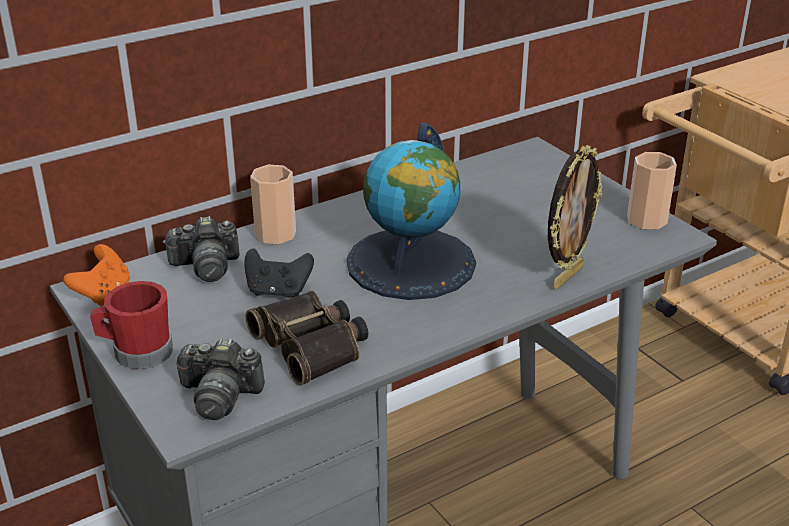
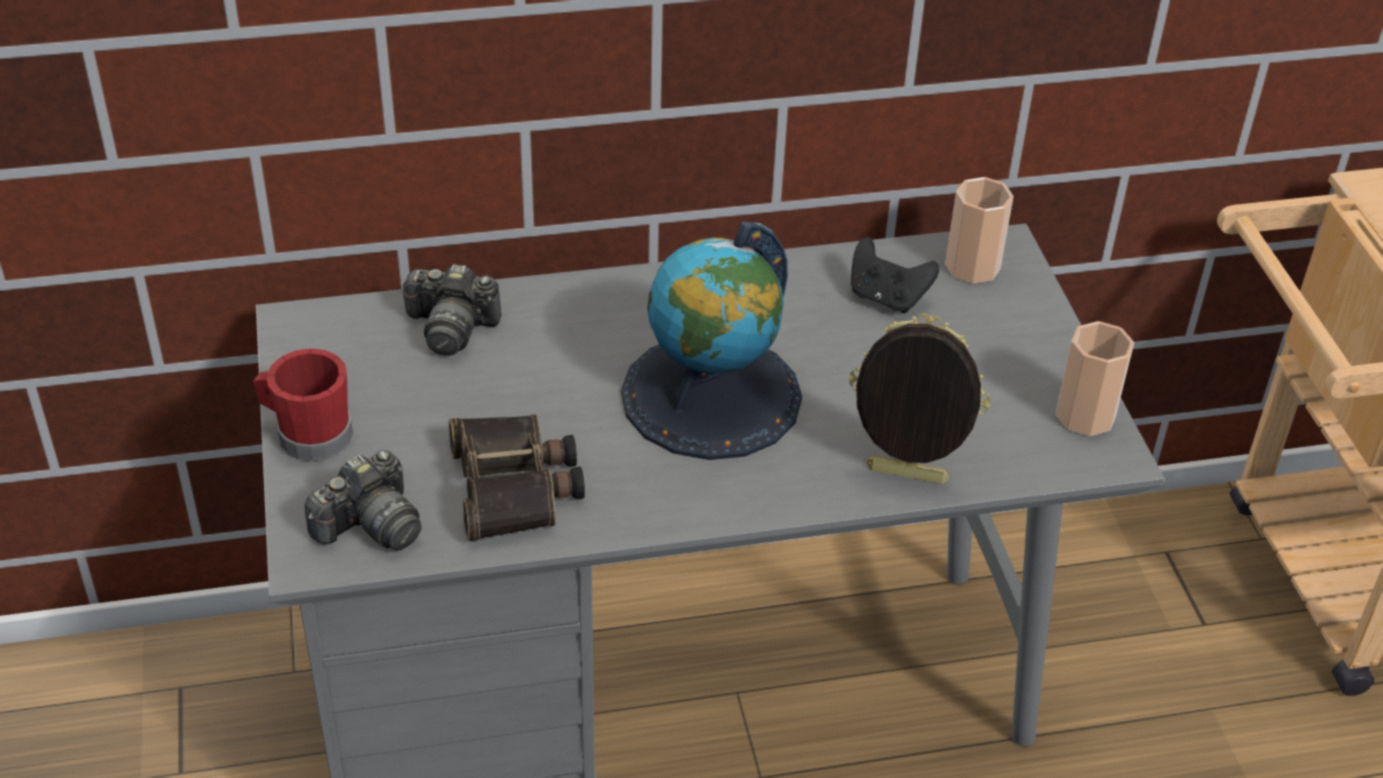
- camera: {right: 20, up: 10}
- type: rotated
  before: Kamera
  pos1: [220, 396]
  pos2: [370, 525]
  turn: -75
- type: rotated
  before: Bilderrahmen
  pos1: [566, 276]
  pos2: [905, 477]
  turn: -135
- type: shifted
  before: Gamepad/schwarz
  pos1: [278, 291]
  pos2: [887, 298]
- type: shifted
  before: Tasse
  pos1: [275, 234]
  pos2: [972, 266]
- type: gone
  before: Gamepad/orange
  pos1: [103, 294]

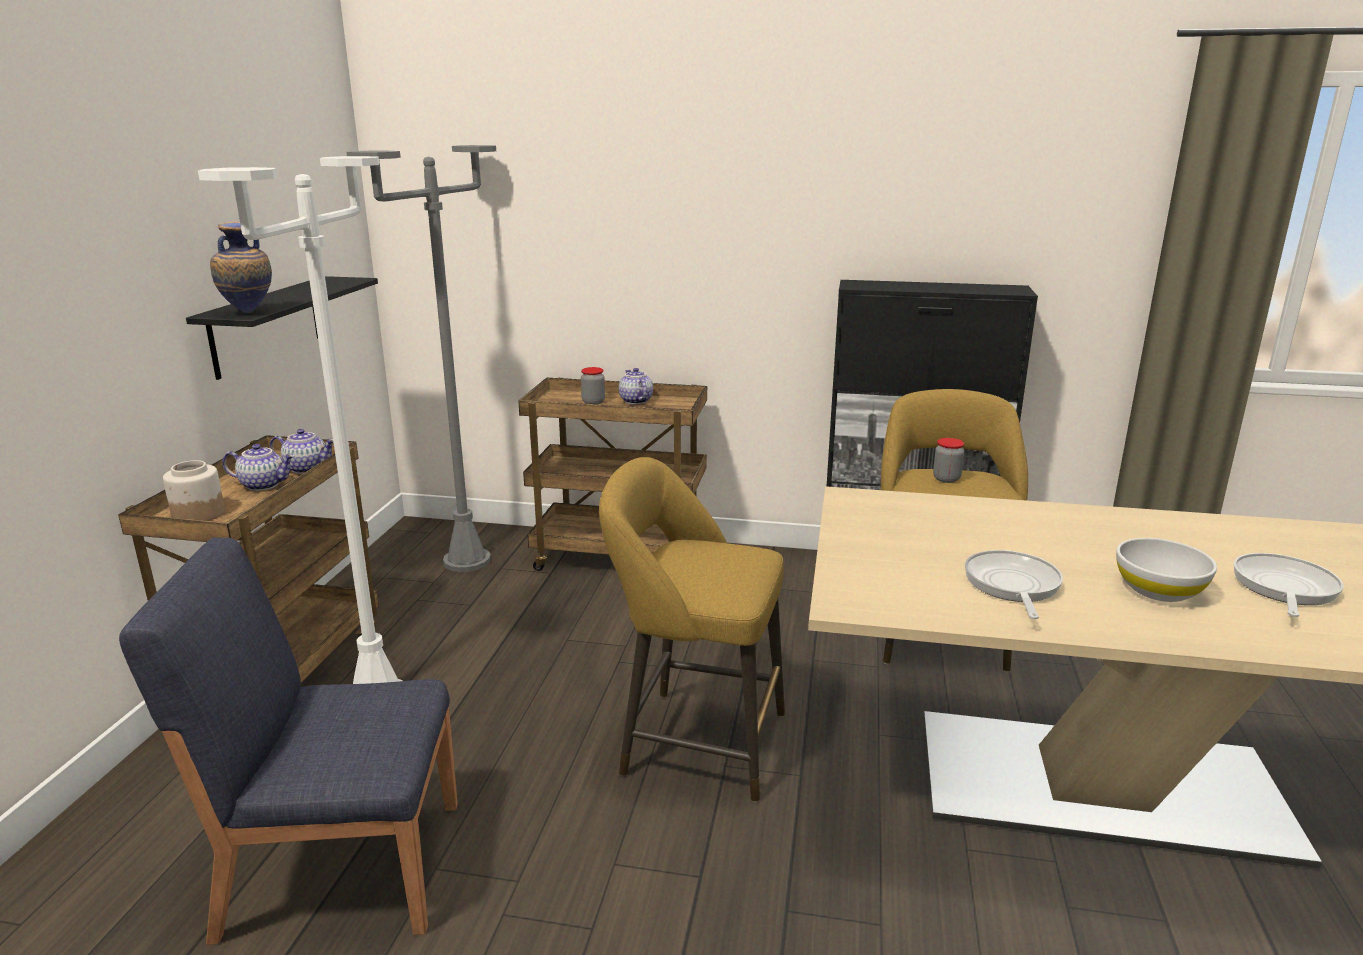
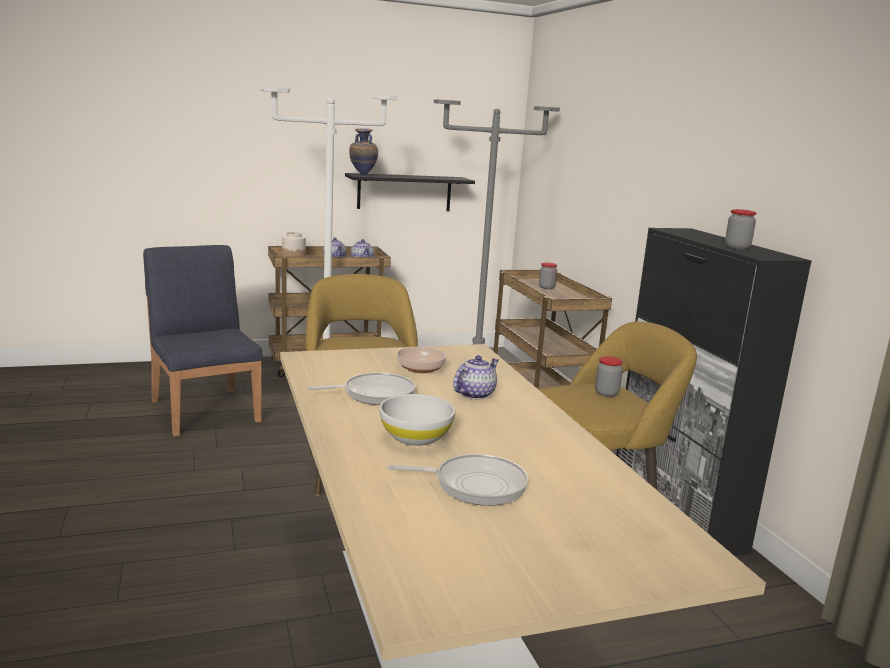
- camera: {right: 60, up: -5}
- type: new
  after: Schüssel
  pos2: [420, 368]
- type: shifted
  before: Teekanne
  pos1: [635, 401]
  pos2: [474, 394]
- type: new
  after: Vorratsglas
  pos2: [737, 247]

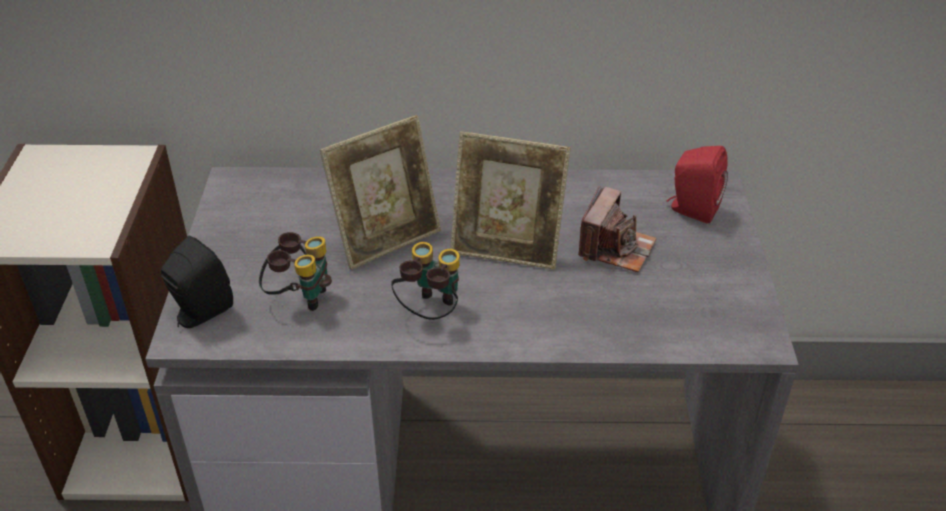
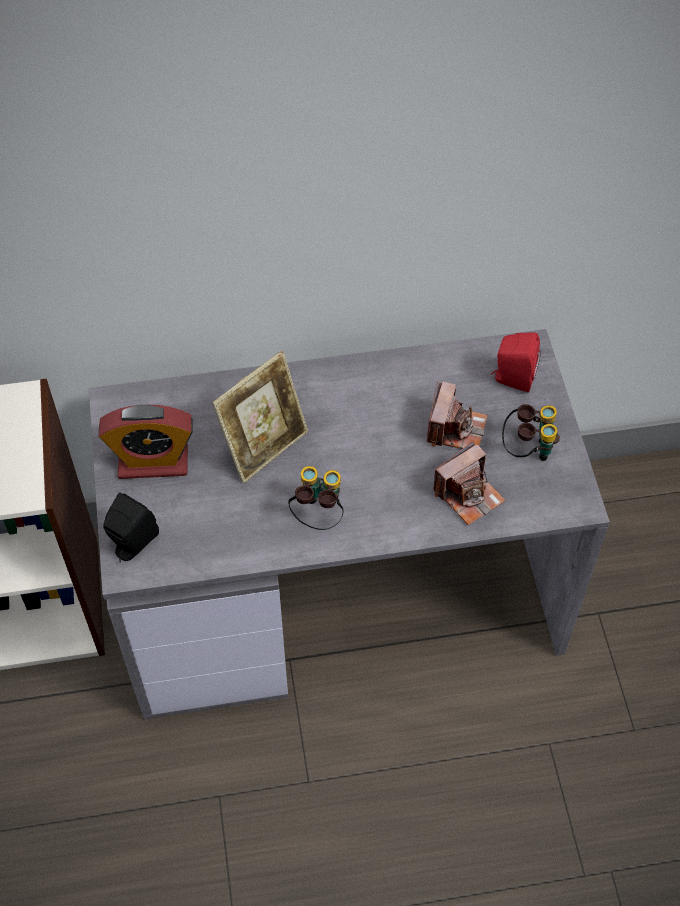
- camera: {right: -10, up: 15}
- type: new
  after: Wecker
  pos2: [153, 462]
- type: new
  after: Kamera
  pos2: [468, 494]
- type: shifted
  before: Fernglas
  pos1: [299, 296]
  pos2: [527, 449]
- type: gone
  before: Bilderrahmen
  pos1: [507, 249]

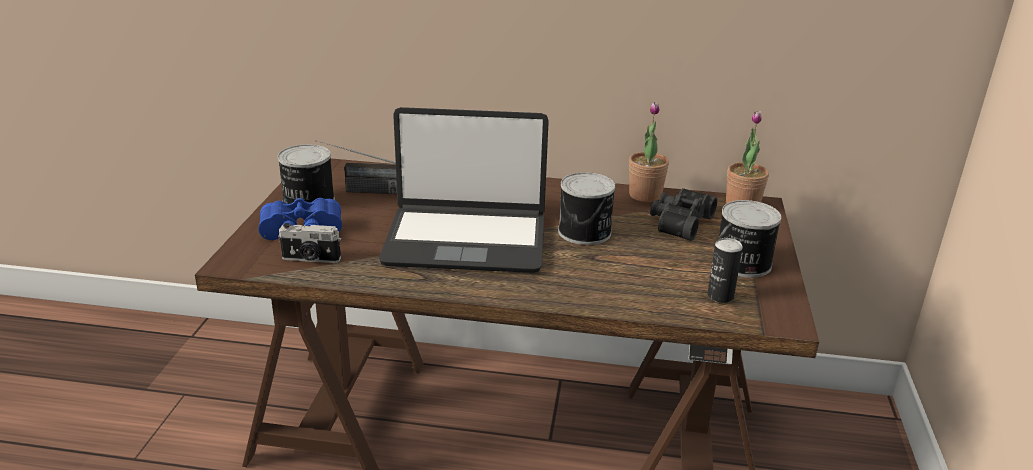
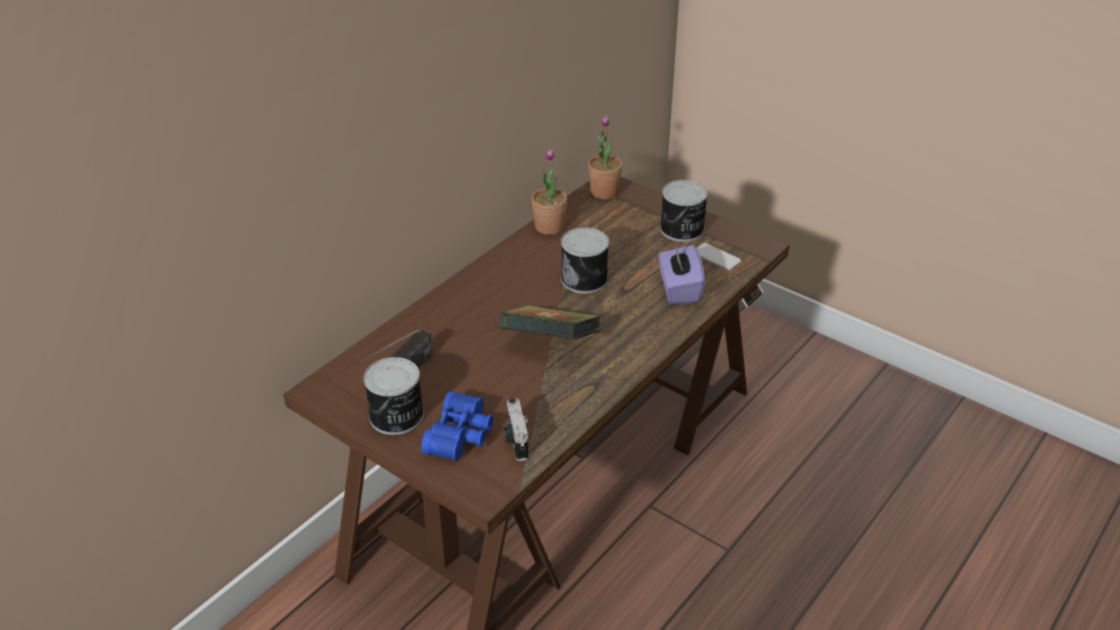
- camera: {right: -60, up: 10}
- type: swapped
  before: Laptop
  after: Buch
  pos1: [466, 240]
  pos2: [550, 344]
- type: rotated
  before: Kamera
  pos1: [311, 259]
  pos2: [516, 441]
  turn: 135
- type: new
  after: Taschentuchbox/lila
  pos2: [679, 289]
- type: swapped
  before: Dose
  after: Handy
  pos1: [720, 296]
  pos2: [716, 257]
- type: gone
  before: Fernglas/schwarz
  pos1: [679, 222]

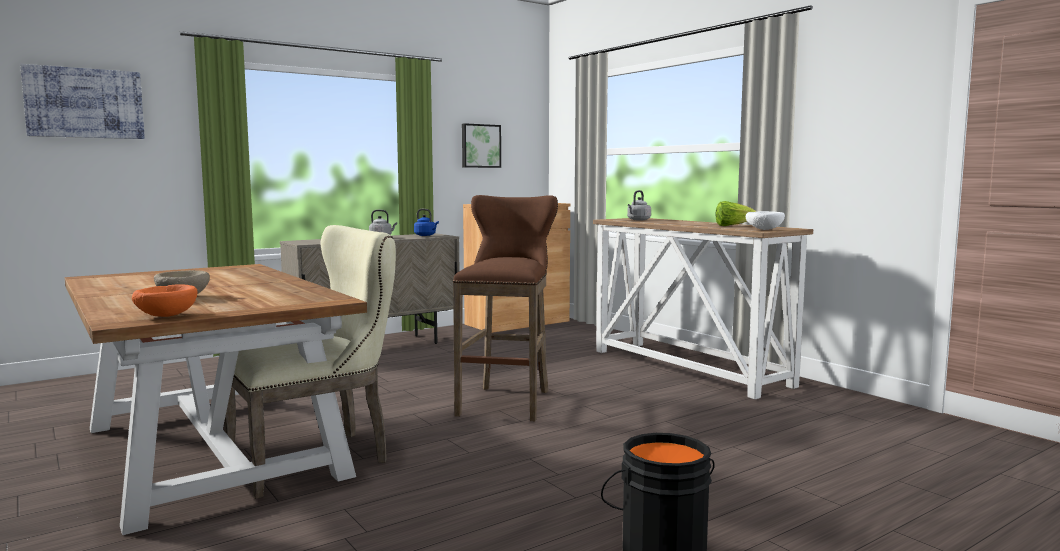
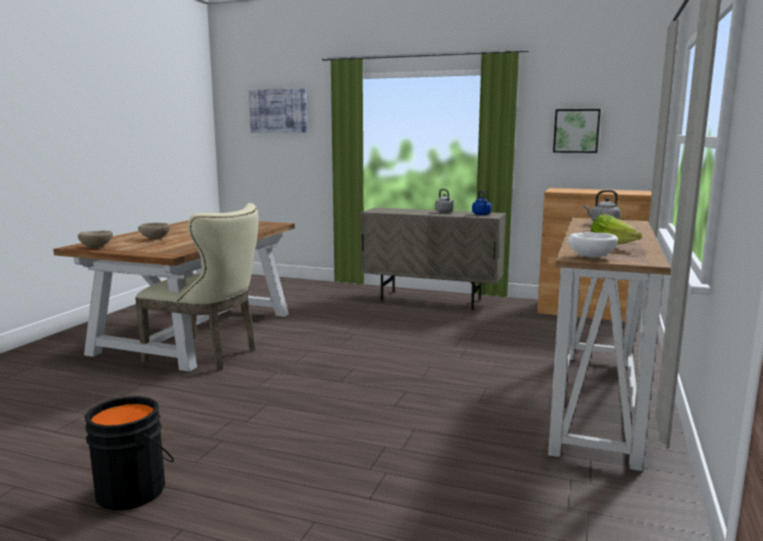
- camera: {right: 55, up: 5}
- type: repainted
  before: Schüssel/orange
  after: Schüssel/beige
  pos1: [166, 316]
  pos2: [97, 247]
- type: gone
  before: Hocker/braun
  pos1: [506, 401]

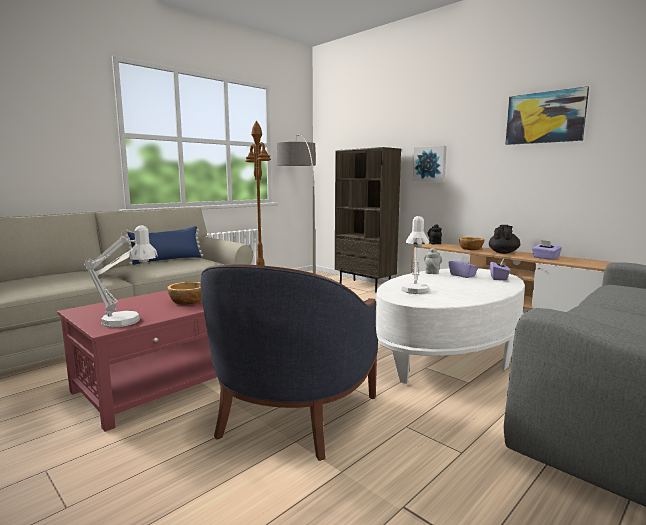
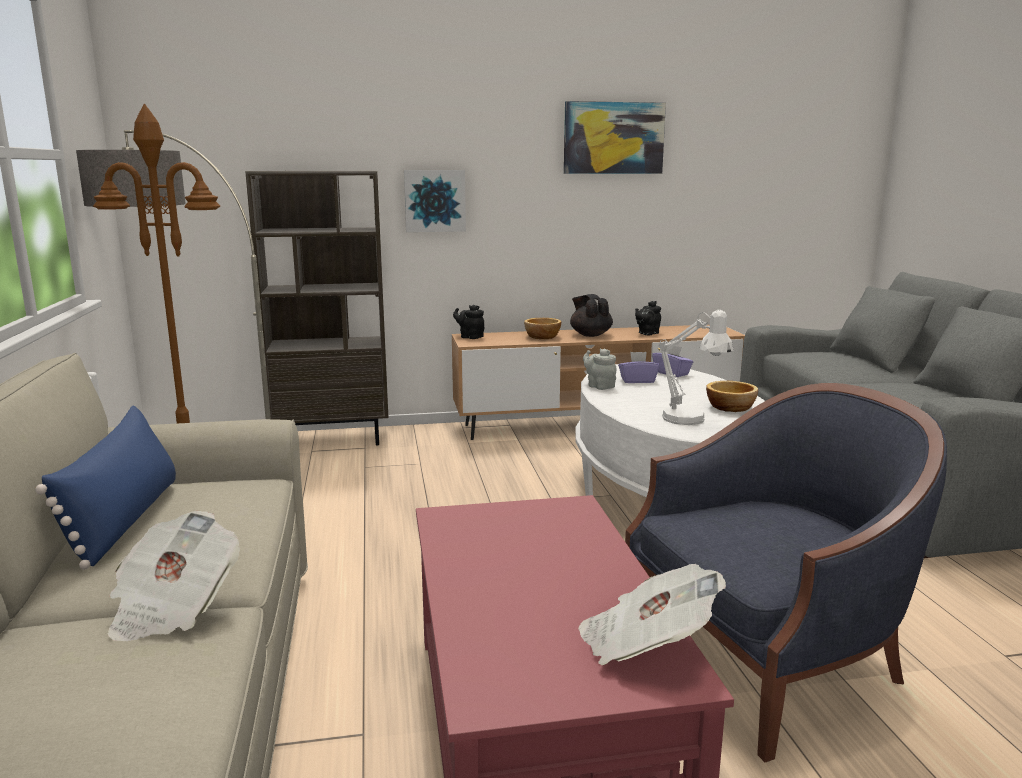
- camera: {right: -55, up: 5}
- type: swapped
  before: Tischlampe/weiß
  after: Zeitung
  pos1: [129, 321]
  pos2: [645, 644]
- type: rotated
  before: Sessel/blau
  pos1: [291, 414]
  pos2: [765, 658]
  turn: -75
- type: swapped
  before: Taschentuchbox/lila
  after: Teekanne/schwarz
  pos1: [545, 258]
  pos2: [647, 333]
- type: shifted
  before: Schüssel
  pos1: [188, 301]
  pos2: [731, 407]

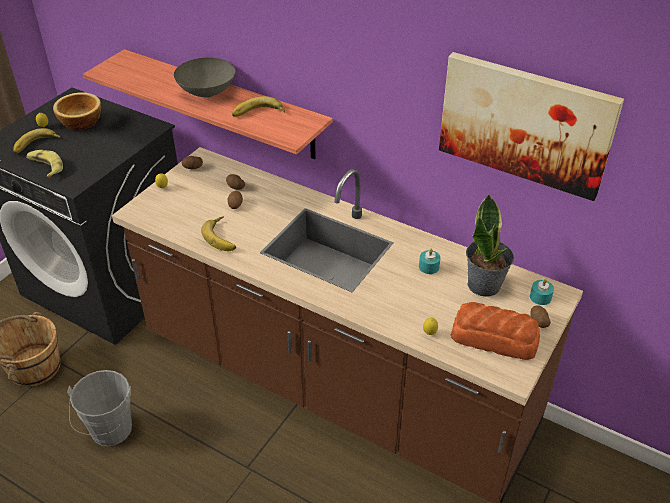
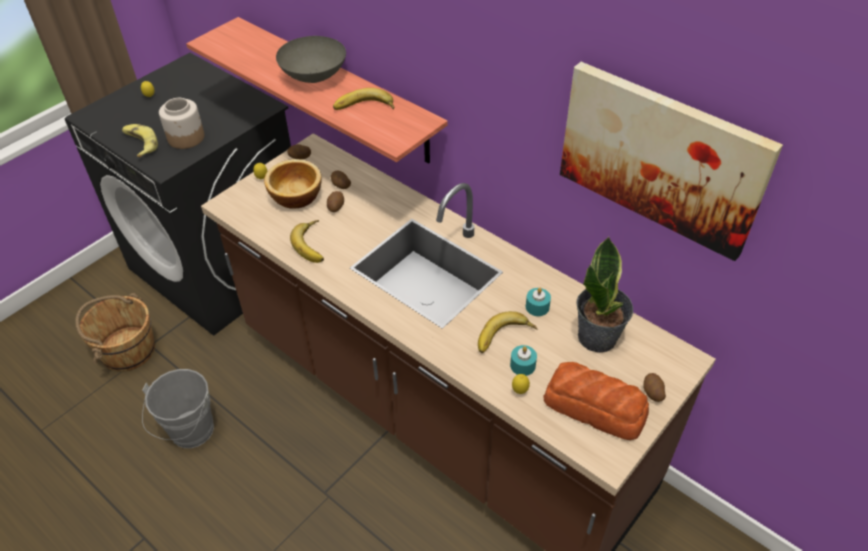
- camera: {right: 10, up: 5}
- type: new
  after: Vorratsglas
  pos2: [186, 137]
- type: shifted
  before: Schüssel
  pos1: [80, 121]
  pos2: [295, 195]
- type: shifted
  before: Banane
  pos1: [37, 145]
  pos2: [505, 338]
- type: shifted
  before: Kerze/türkis
  pos1: [540, 297]
  pos2: [522, 365]

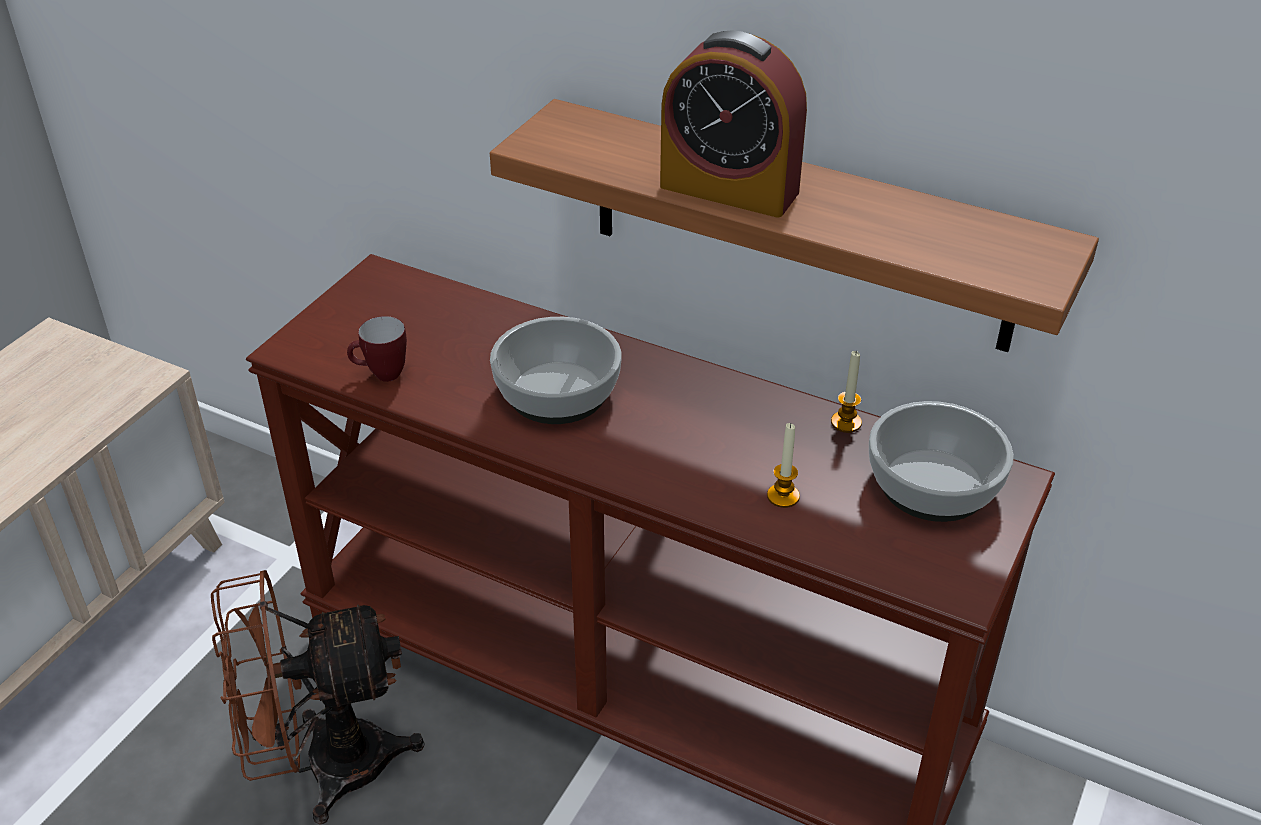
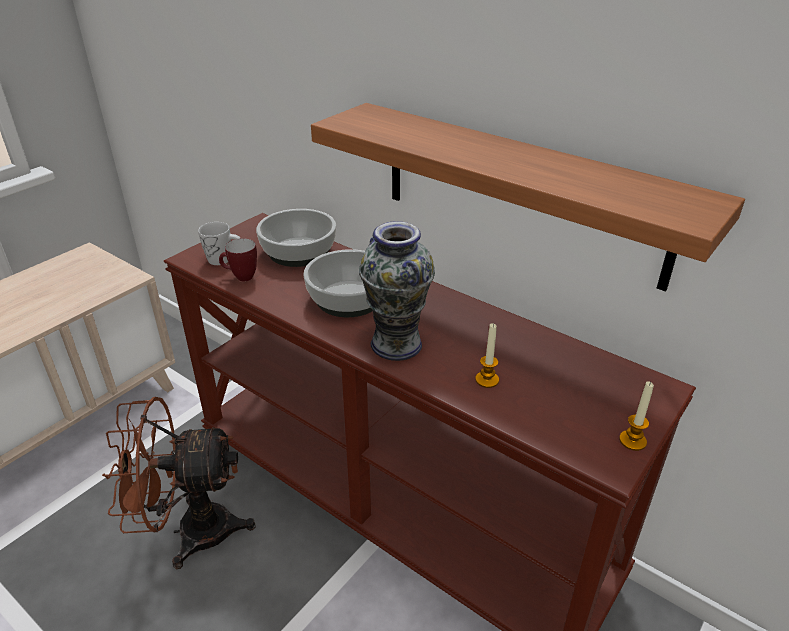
- camera: {right: 10, up: -5}
- type: new
  after: Henkelbecher/weiß
  pos2: [224, 260]
- type: shifted
  before: Schüssel
  pos1: [933, 486]
  pos2: [298, 252]
- type: new
  after: Vase
  pos2: [395, 344]
- type: shifted
  before: Kerze
  pos1: [846, 422]
  pos2: [632, 441]
- type: gone
  before: Wecker
  pos1: [729, 189]

